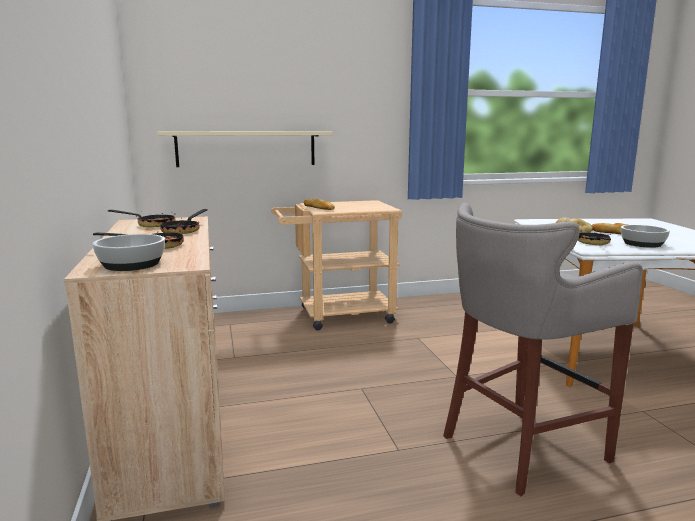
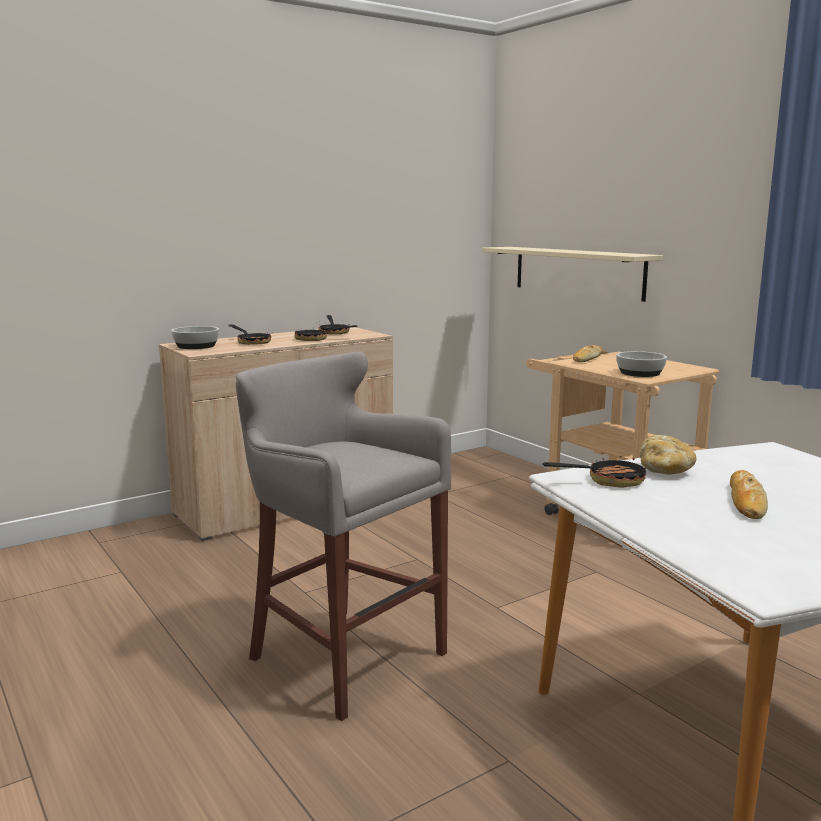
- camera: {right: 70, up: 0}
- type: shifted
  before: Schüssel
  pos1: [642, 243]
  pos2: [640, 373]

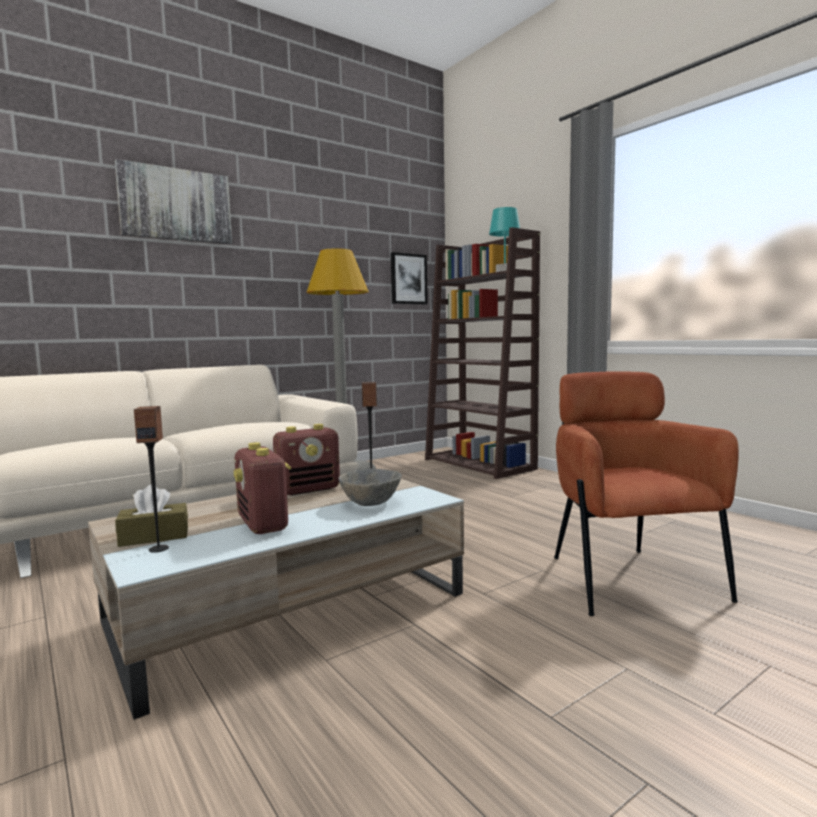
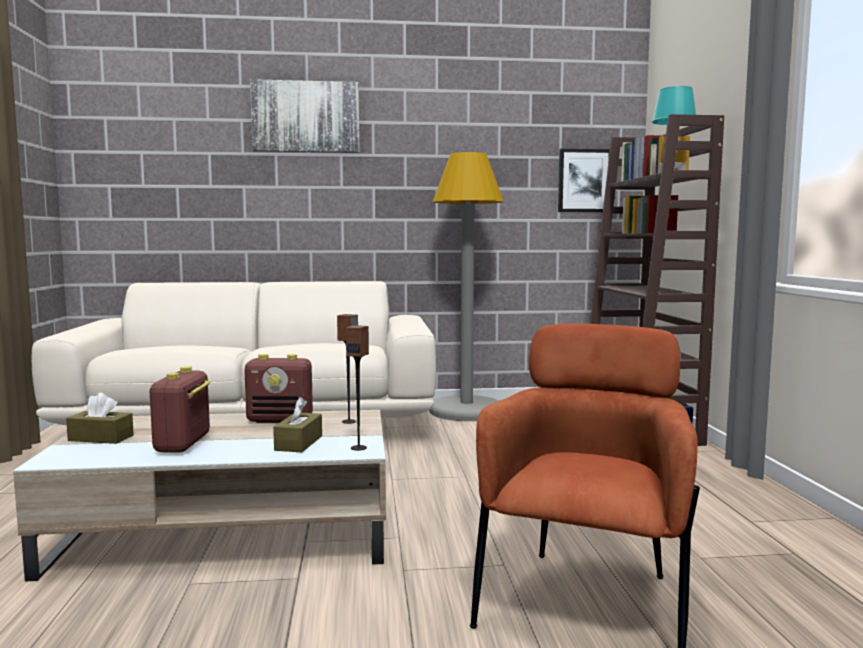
- camera: {right: 30, up: 0}
- type: swapped
  before: Schüssel/grau
  after: Taschentuchbox/braun
  pos1: [370, 503]
  pos2: [298, 443]
- type: shifted
  before: Lautsprecher
  pos1: [159, 548]
  pos2: [359, 448]

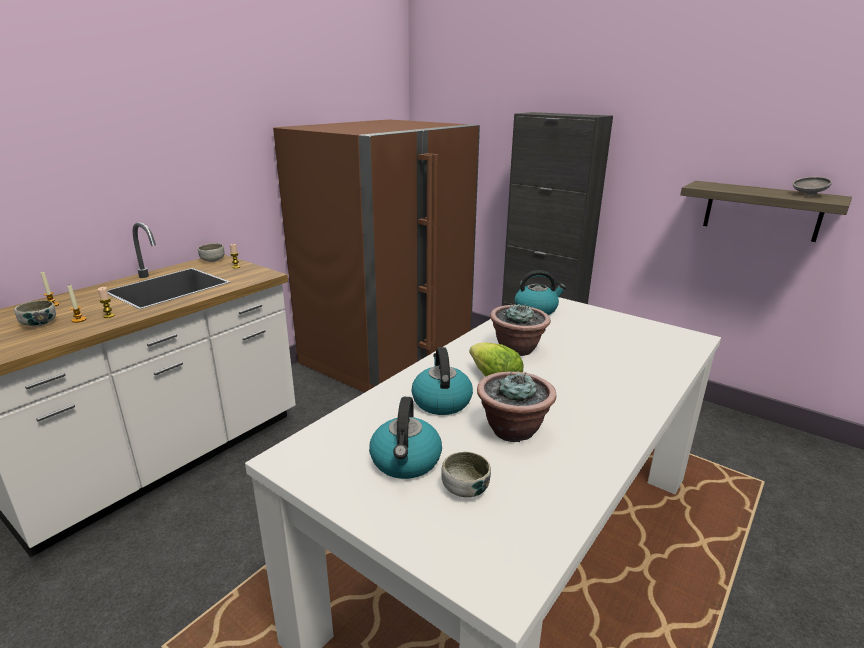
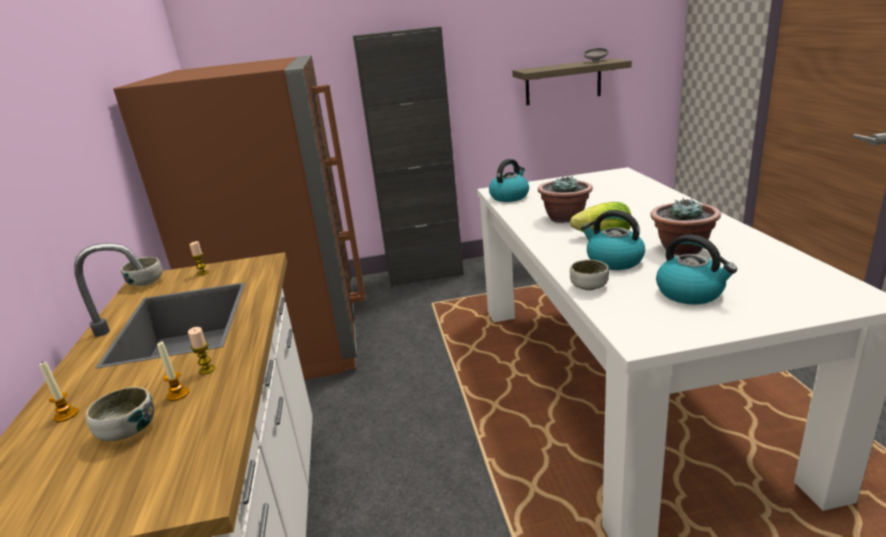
- camera: {right: -45, up: 0}
- type: shifted
  before: Schüssel
  pos1: [465, 488]
  pos2: [589, 286]

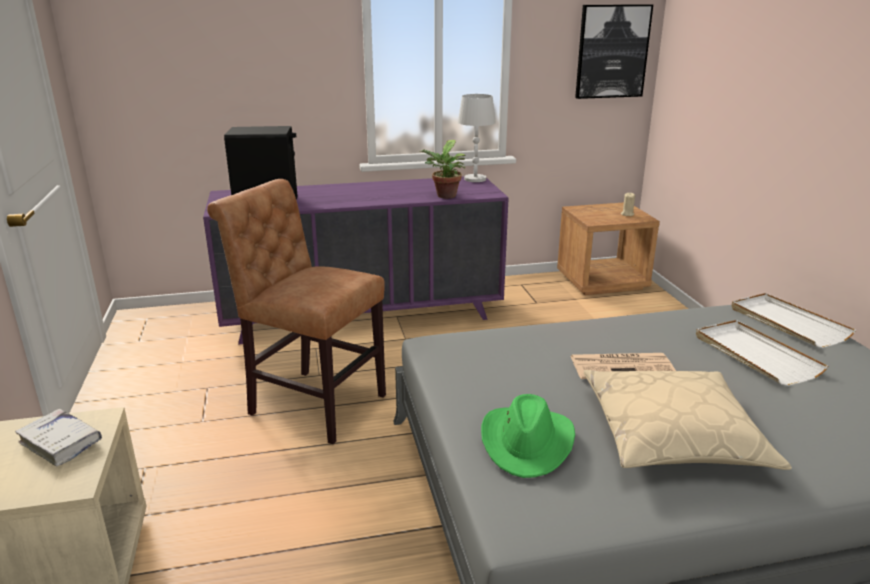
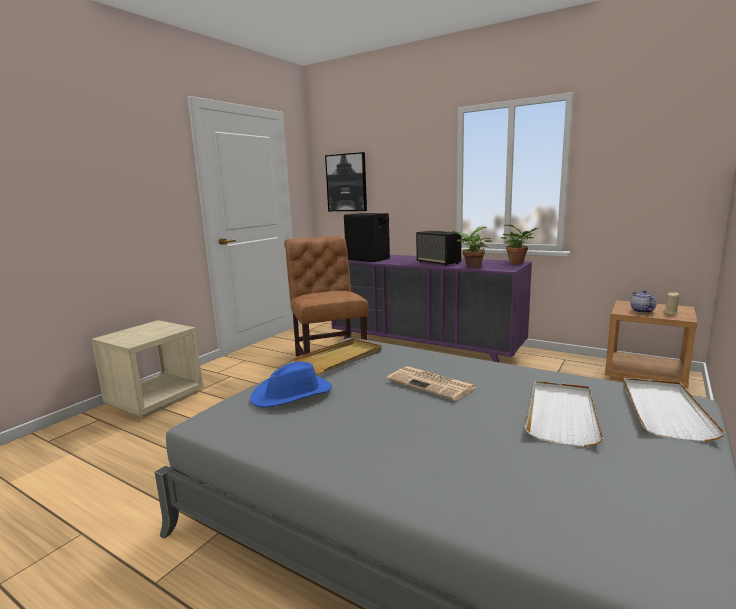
- camera: {right: 45, up: -10}
- type: repainted
  before: Hut/grün
  after: Hut/blau
  pos1: [527, 442]
  pos2: [292, 394]
- type: new
  after: Tablett/beige
  pos2: [340, 358]
- type: shifted
  before: Bild
  pos1: [612, 51]
  pos2: [346, 182]
- type: new
  after: Lautsprecher
  pos2: [438, 263]
- type: swapped
  before: Tischlampe/weiß
  after: Topfpflanze
  pos1: [475, 179]
  pos2: [518, 262]
- type: new
  after: Teekanne
  pos2: [641, 311]
- type: gone
  before: Buch/weiß
  pos1: [61, 443]
- type: gone
  before: Kissen/beige
  pos1: [672, 435]

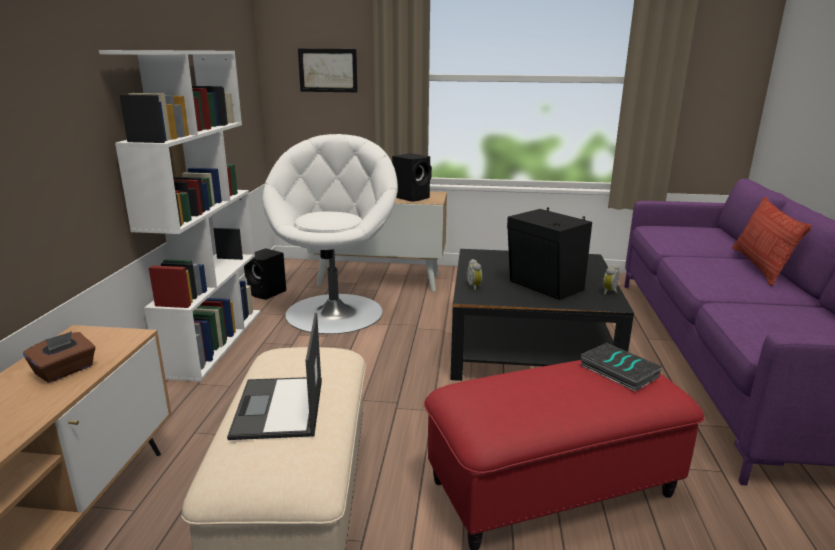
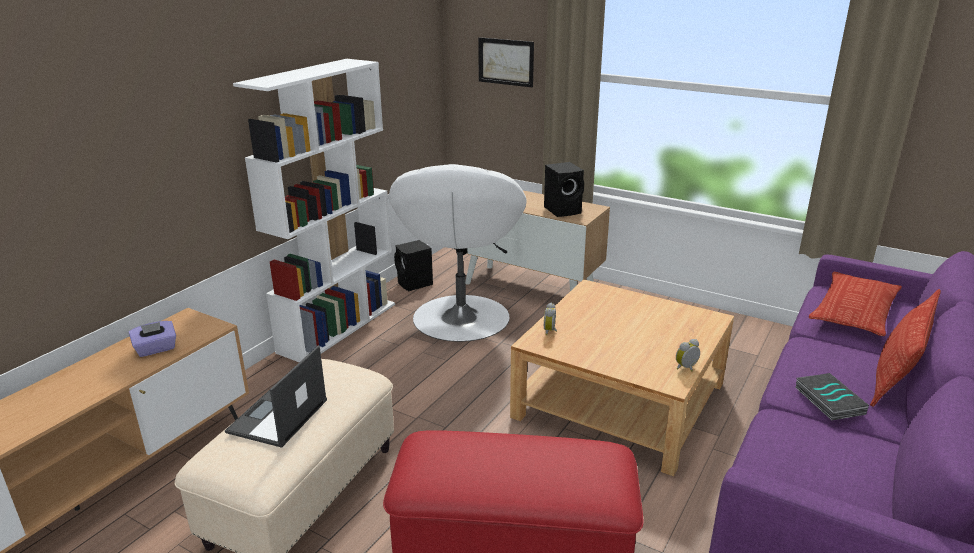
- camera: {right: 25, up: 5}
- type: repainted
  before: Taschentuchbox/braun
  after: Taschentuchbox/lila
  pos1: [65, 371]
  pos2: [156, 349]
- type: rotated
  before: Sessel/weiß
  pos1: [335, 312]
  pos2: [460, 318]
  turn: 150
- type: repainted
  before: Couchtisch/schwarz
  after: Couchtisch/beige
  pos1: [529, 345]
  pos2: [620, 400]
- type: shifted
  before: Buch
  pos1: [617, 371]
  pos2: [827, 400]
- type: new
  after: Kissen
  pos2: [854, 311]
- type: gone
  before: Lautsprecher/schwarz
  pos1: [545, 286]

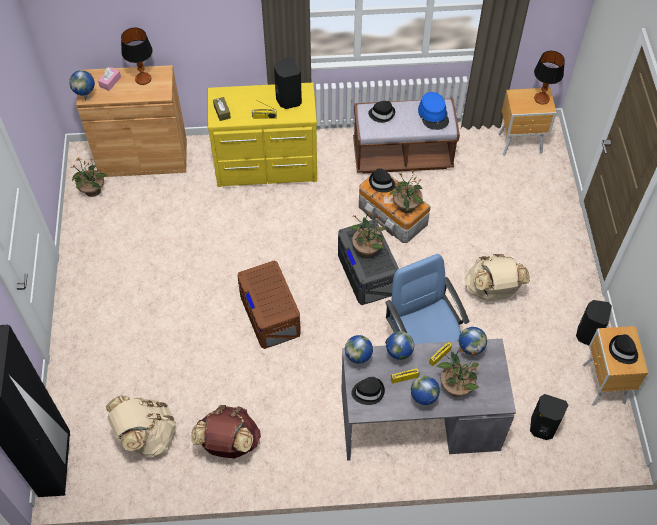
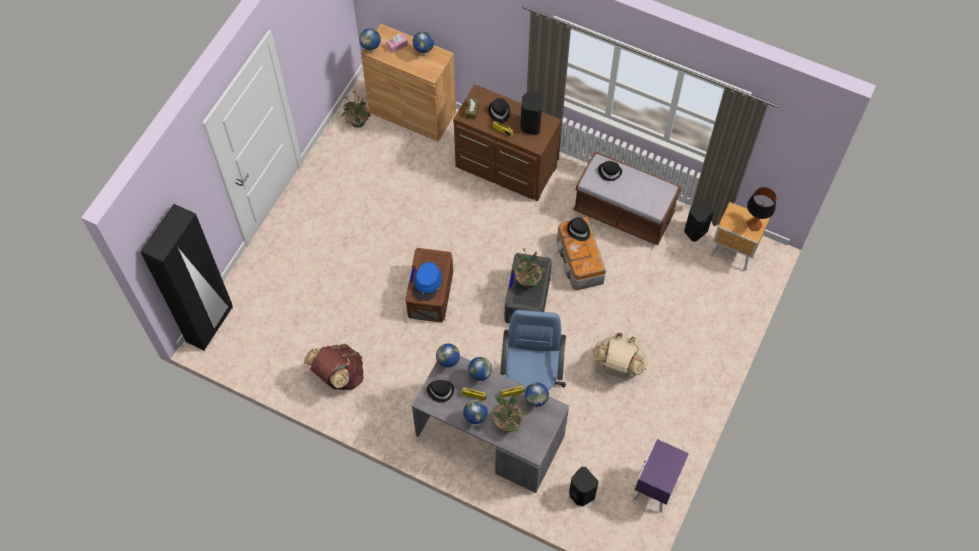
- camera: {right: 30, up: 5}
- type: shifted
  before: Hut/blau
  pos1: [433, 114]
  pos2: [427, 283]
- type: swapped
  before: Tischlampe
  after: Globus
  pos1: [143, 79]
  pos2: [423, 55]
- type: repainted
  before: Kommode/gelb
  after: Kommode/braun
  pos1: [267, 167]
  pos2: [505, 169]
- type: shifted
  before: Hut/schwarz
  pos1: [623, 351]
  pos2: [499, 112]
- type: repainted
  before: Nachttisch/braun
  after: Nachttisch/lila
  pos1: [603, 385]
  pos2: [654, 488]
- type: shifted
  before: Lautsprecher/schwarz
  pos1: [587, 334]
  pos2: [695, 231]
- type: gone
  before: Rucksack/beige
  pos1: [146, 435]
- type: gone
  before: Topfpflanze
  pos1: [406, 206]

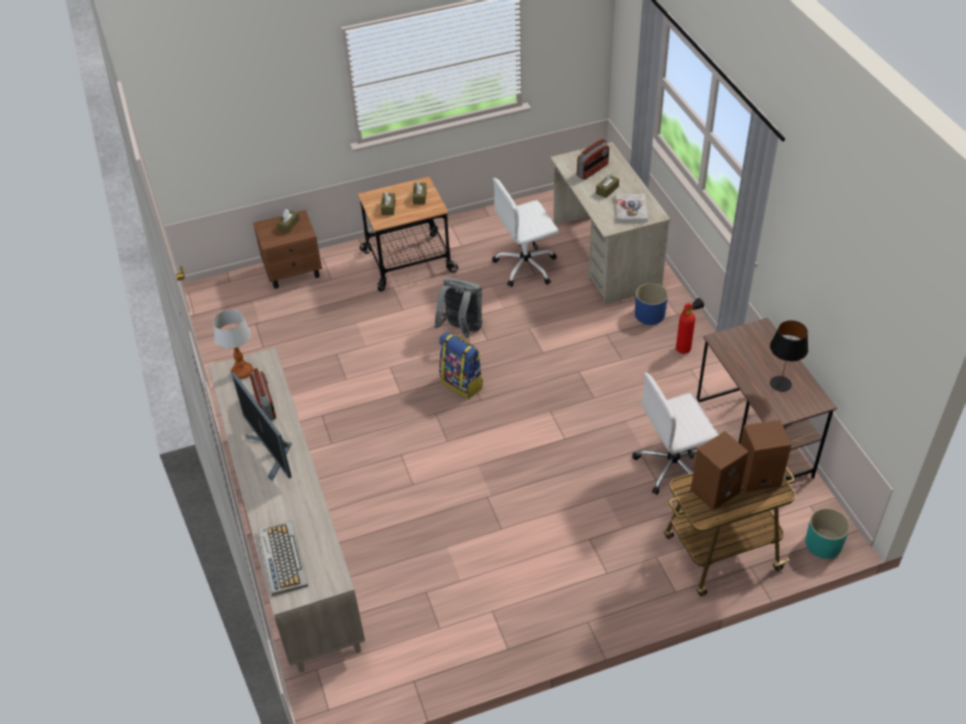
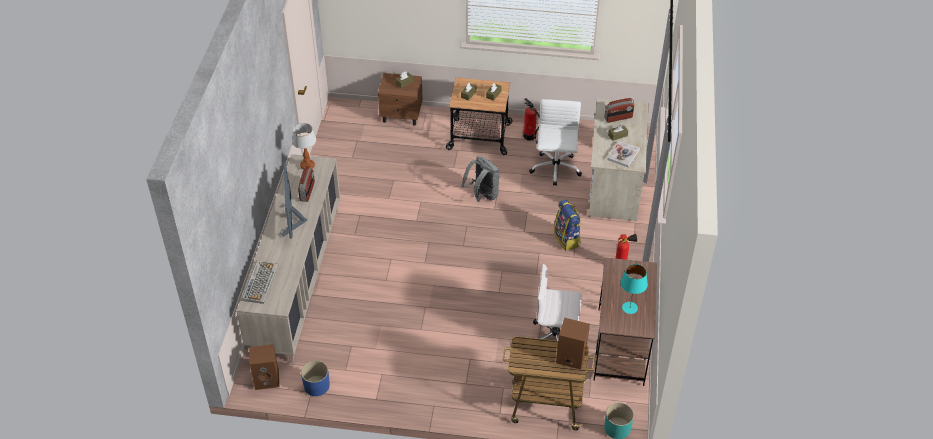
- camera: {right: 25, up: 0}
- type: shifted
  before: Lautsprecher/braun
  pos1: [715, 490]
  pos2: [267, 379]
- type: shifted
  before: Pflanzkübel/blau
  pos1: [650, 314]
  pos2: [317, 386]
- type: new
  after: Feuerlöscher
  pos2: [529, 136]
- type: rotated
  before: Bürostuhl/weiß
  pos1: [526, 266]
  pos2: [555, 169]
  turn: 90
- type: shifted
  before: Rucksack
  pos1: [462, 383]
  pos2: [567, 239]
- type: repainted
  before: Tischlampe/schwarz
  after: Tischlampe/türkis
  pos1: [781, 383]
  pos2: [630, 308]

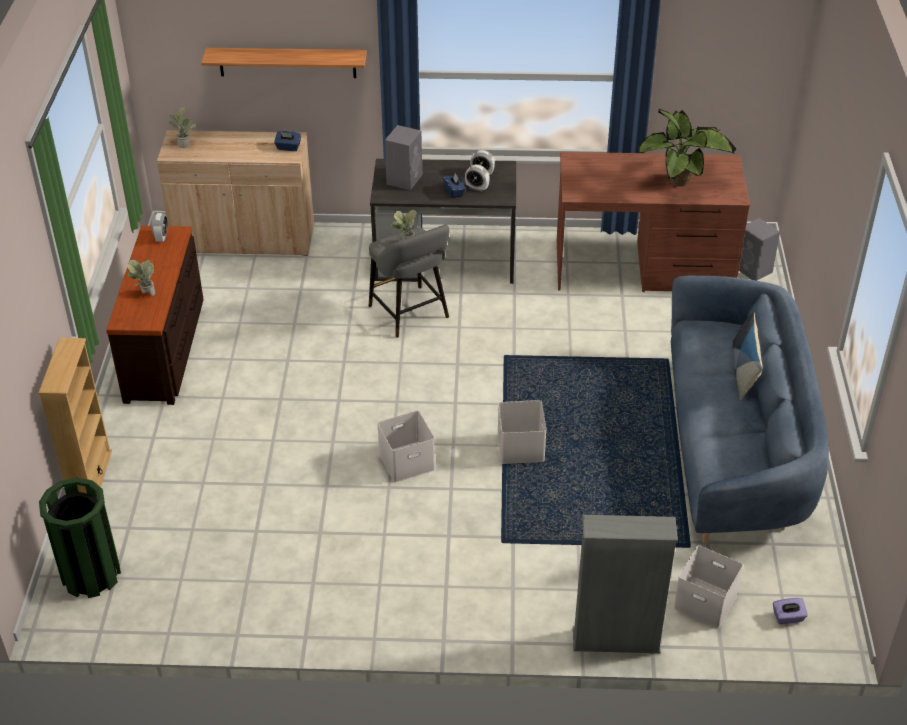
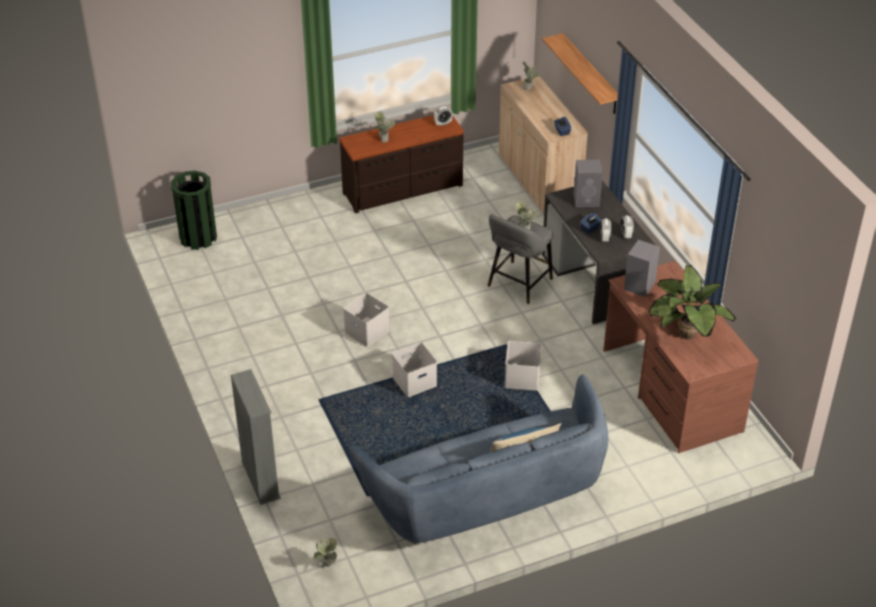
- camera: {right: 65, up: 0}
- type: swapped
  before: Taschentuchbox/lila
  after: Topfpflanze
  pos1: [788, 617]
  pos2: [327, 566]
- type: shifted
  before: Aufbewahrungsbox/weiß
  pos1: [706, 601]
  pos2: [523, 378]
- type: shifted
  before: Lautsprecher/grau
  pos1: [754, 270]
  pos2: [639, 286]
- type: gone
  before: Bücherregal/beige
  pos1: [90, 477]

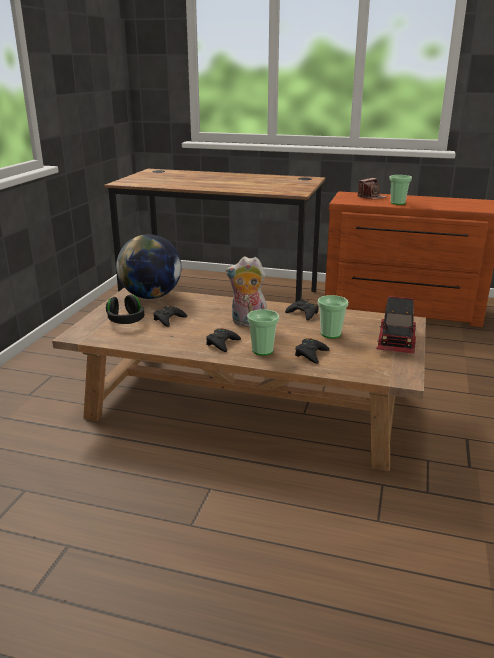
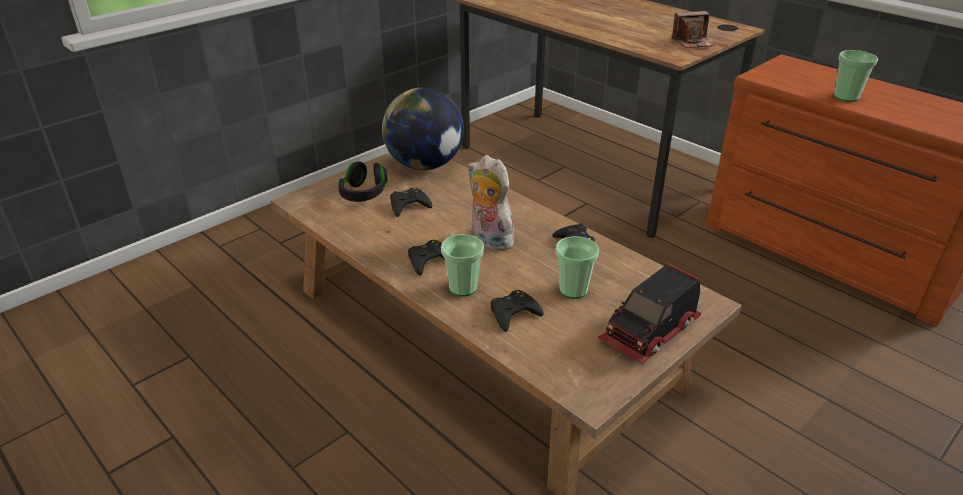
- camera: {right: 30, up: 10}
- type: shifted
  before: Kamera
  pos1: [372, 197]
  pos2: [692, 42]

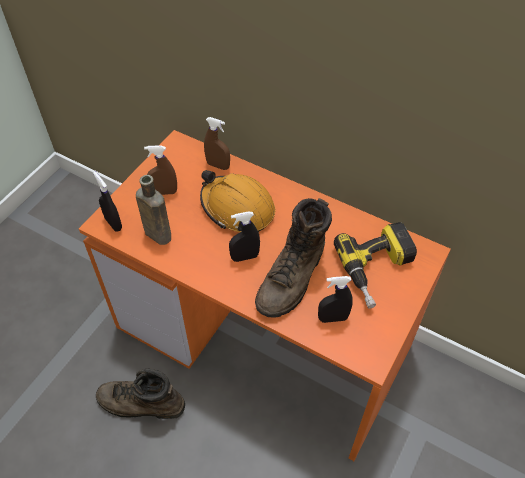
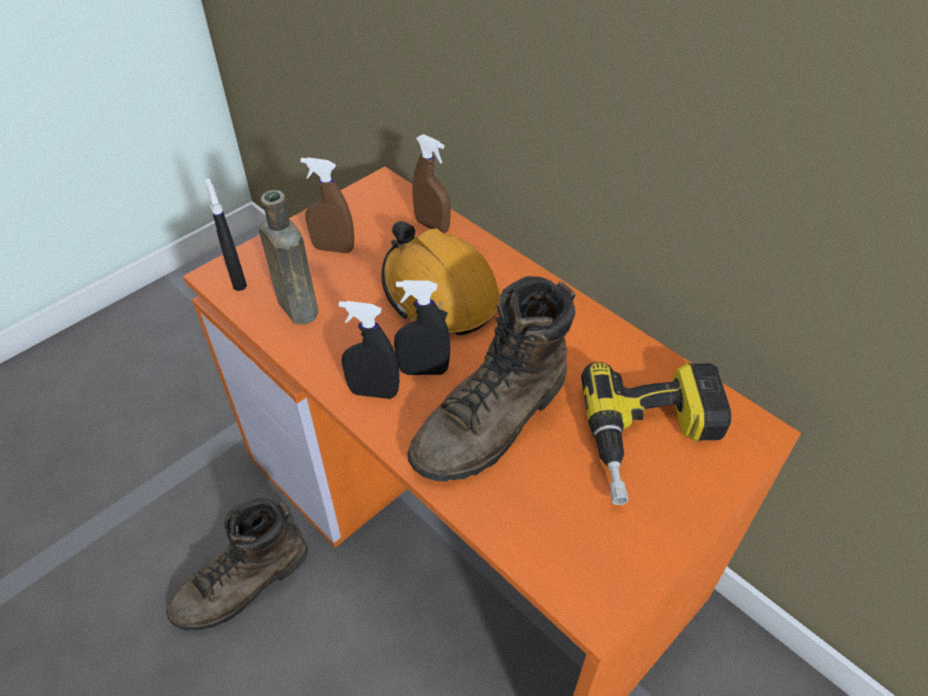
- camera: {right: 15, up: -5}
- type: rotated
  before: Stiefel/braun
  pos1: [141, 404]
  pos2: [243, 585]
  turn: -60
- type: shifted
  before: Sprühflasche/schwarz
  pos1: [333, 318]
  pos2: [373, 392]

